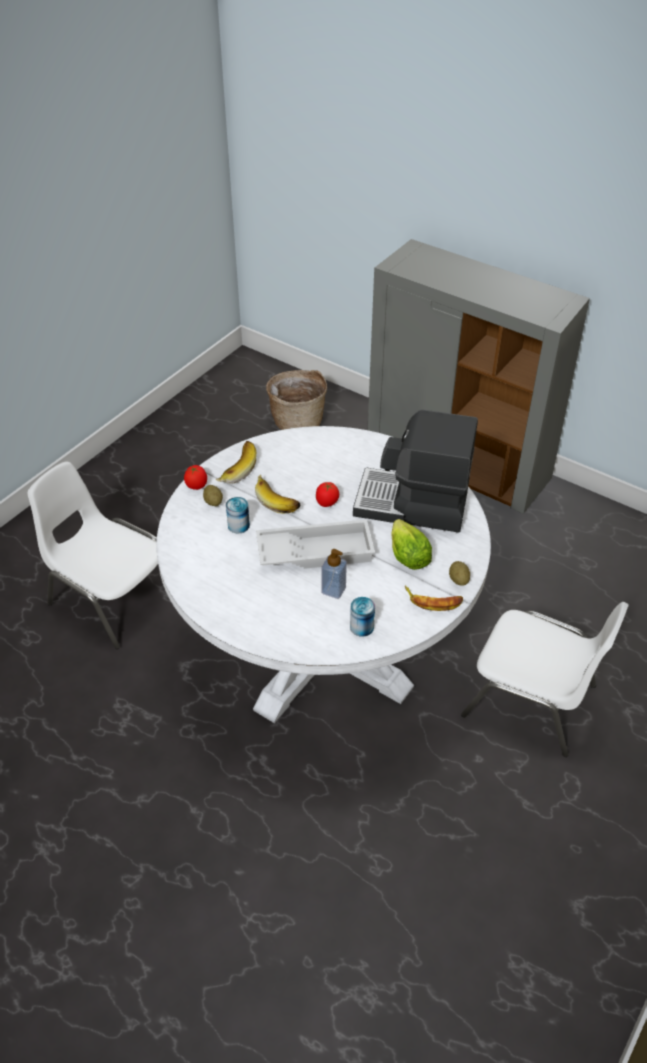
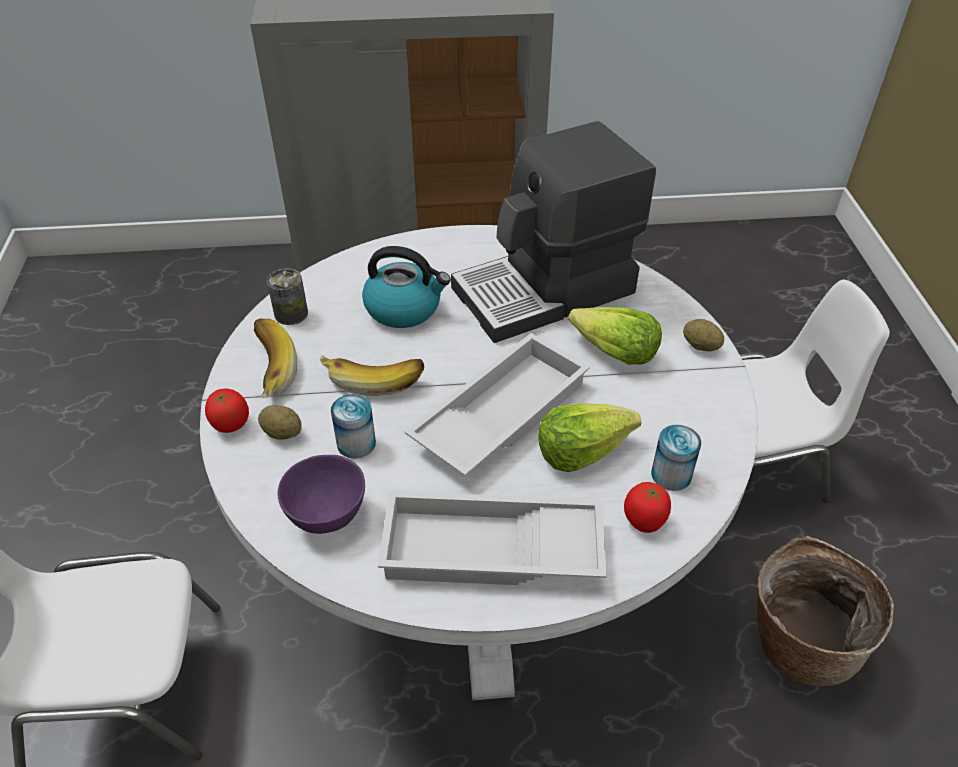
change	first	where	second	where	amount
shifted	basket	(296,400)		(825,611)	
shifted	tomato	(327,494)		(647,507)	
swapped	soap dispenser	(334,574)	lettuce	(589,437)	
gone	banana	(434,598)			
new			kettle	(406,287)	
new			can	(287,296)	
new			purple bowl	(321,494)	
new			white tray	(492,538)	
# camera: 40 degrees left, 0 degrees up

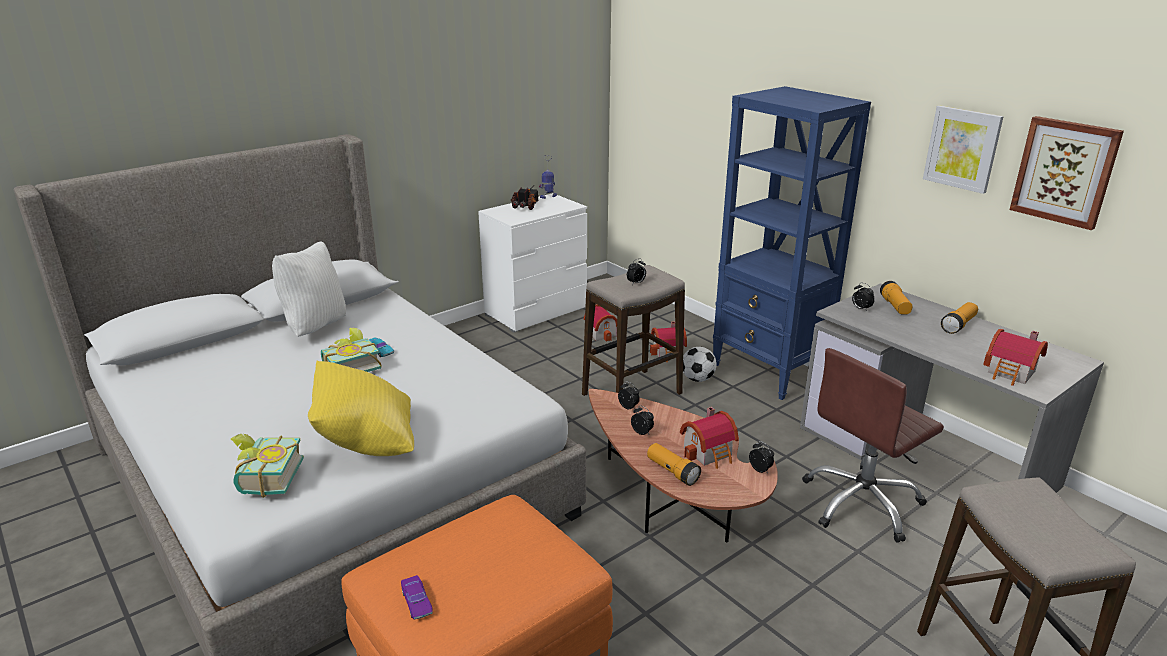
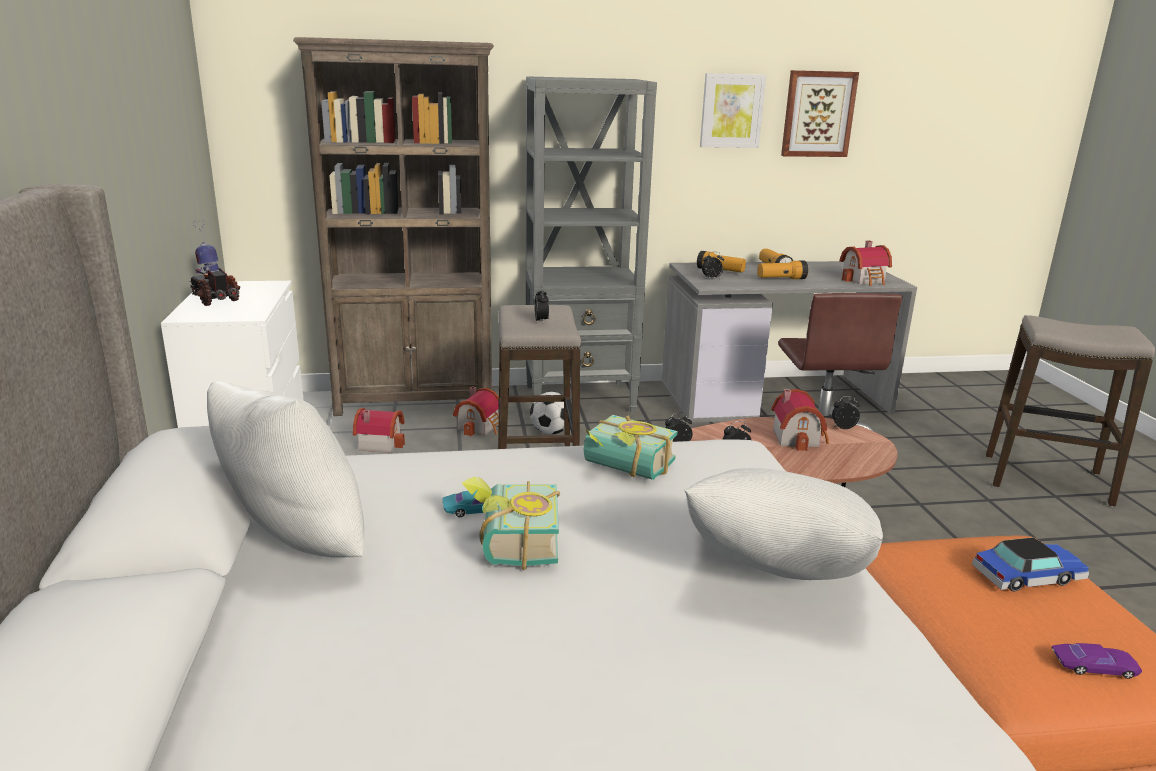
change	first	where	second	where	amount
repainted	blue bookcase	(792,243)	grey bookcase	(591,244)	
repainted	yellow pillow	(361,408)	white pillow	(783,524)	
shifted	book	(267,466)		(630,447)	
shifted	flashlight	(674,464)		(782,270)	
new			brown bookcase	(393,226)	
new			toy car	(1030,564)	
# camera: 60 degrees left, 5 degrees down

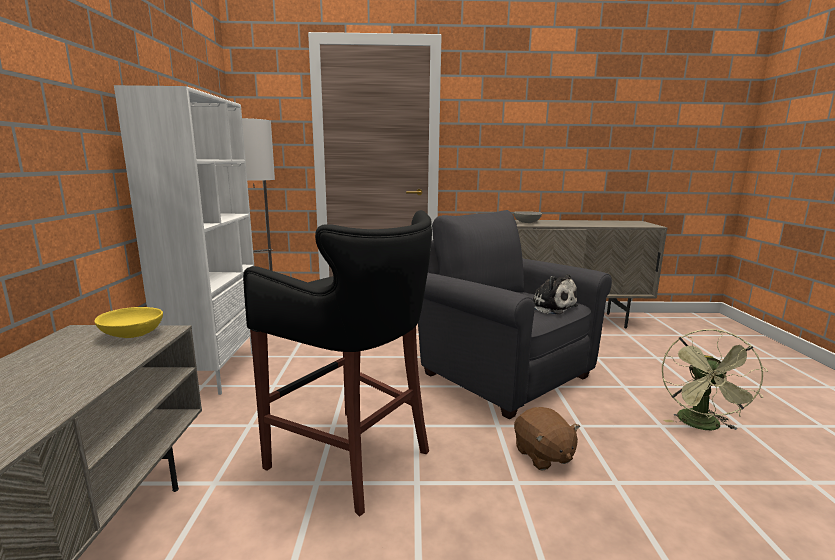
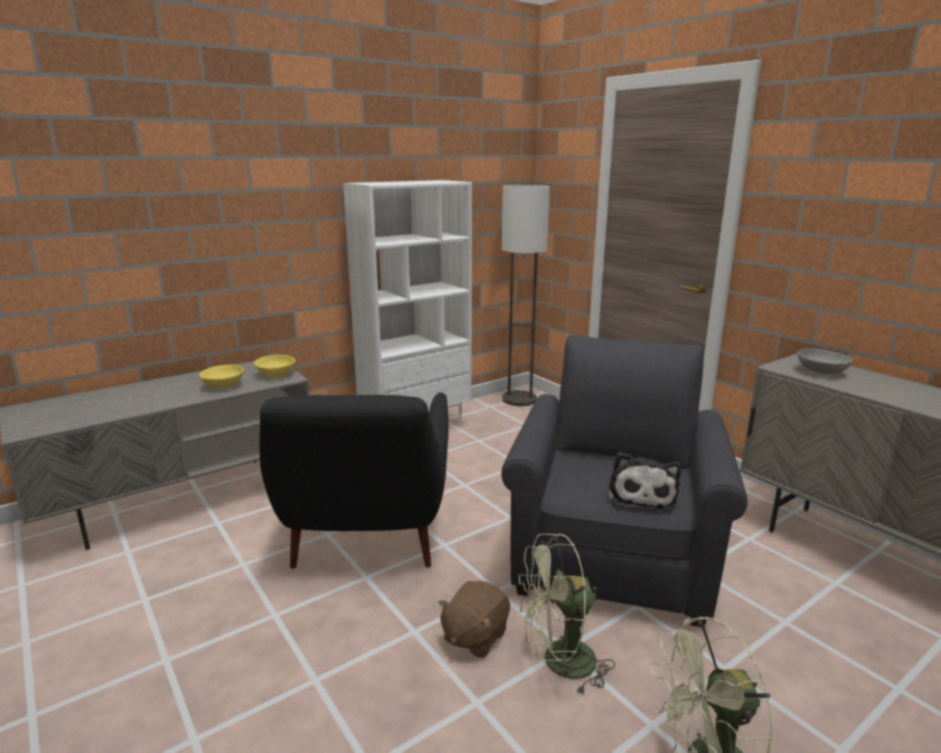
change	first	where	second	where	amount
swapped	black stool	(337,363)	black armchair	(354,480)	
new			yellow bowl	(221,376)	
new			green fan	(567,614)	
# camera: 55 degrees right, 5 degrees up

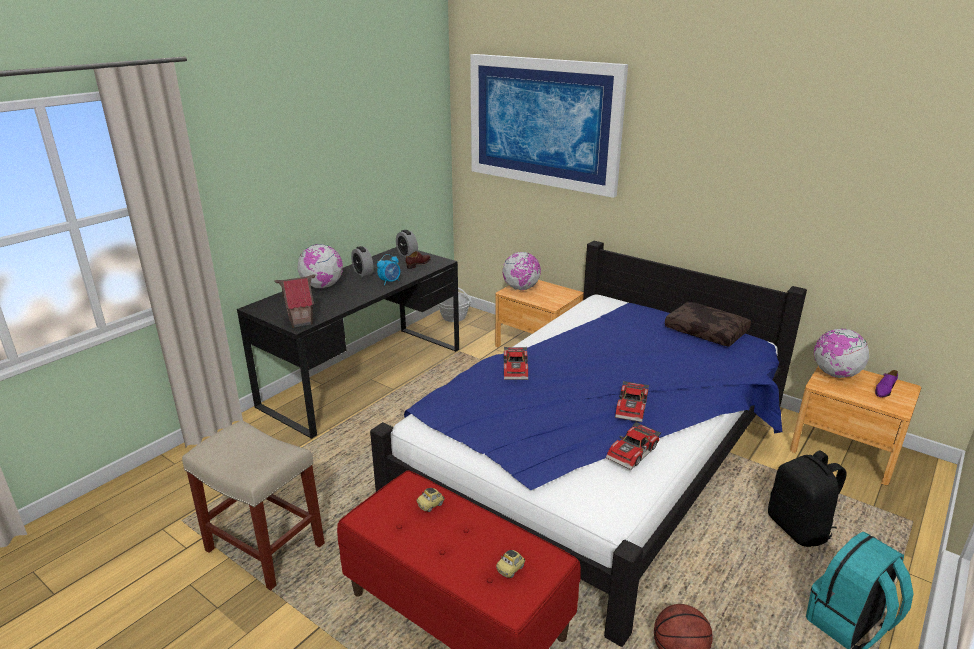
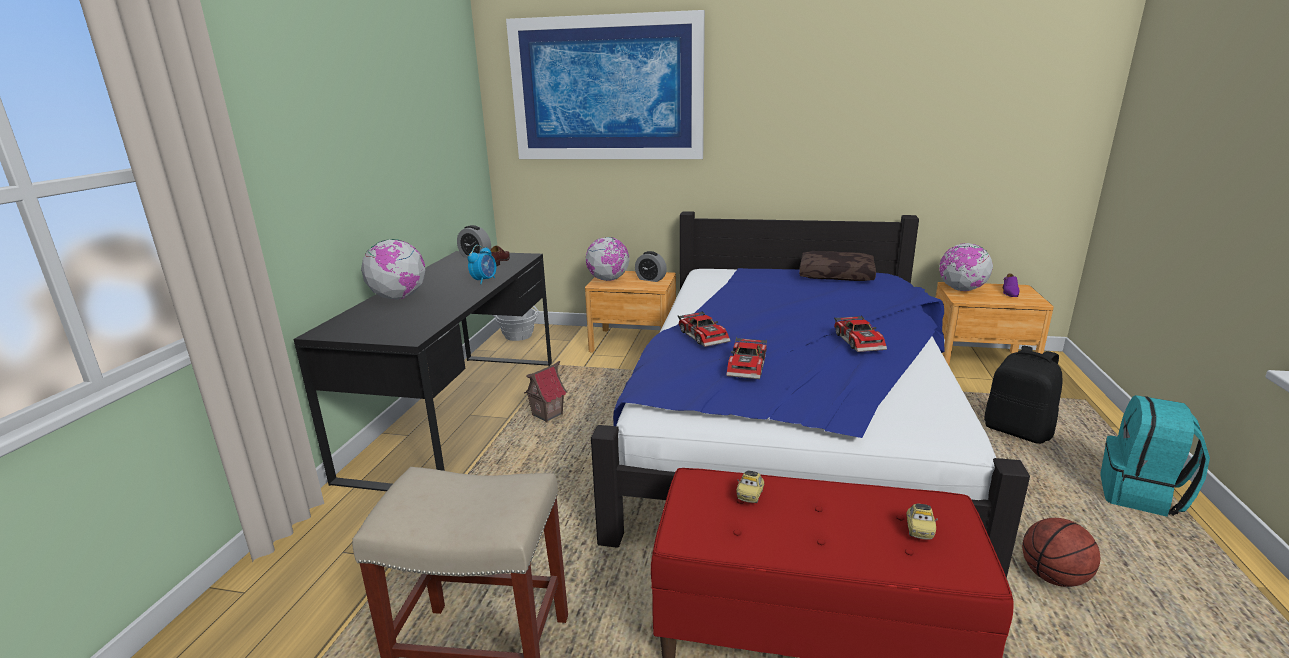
change	first	where	second	where	amount
shifted	alarm clock	(362,261)		(651,266)	
shifted	toy house	(295,301)		(545,391)	
shifted	toy car	(633,446)		(746,358)	
# camera: 25 degrees left, 5 degrees down

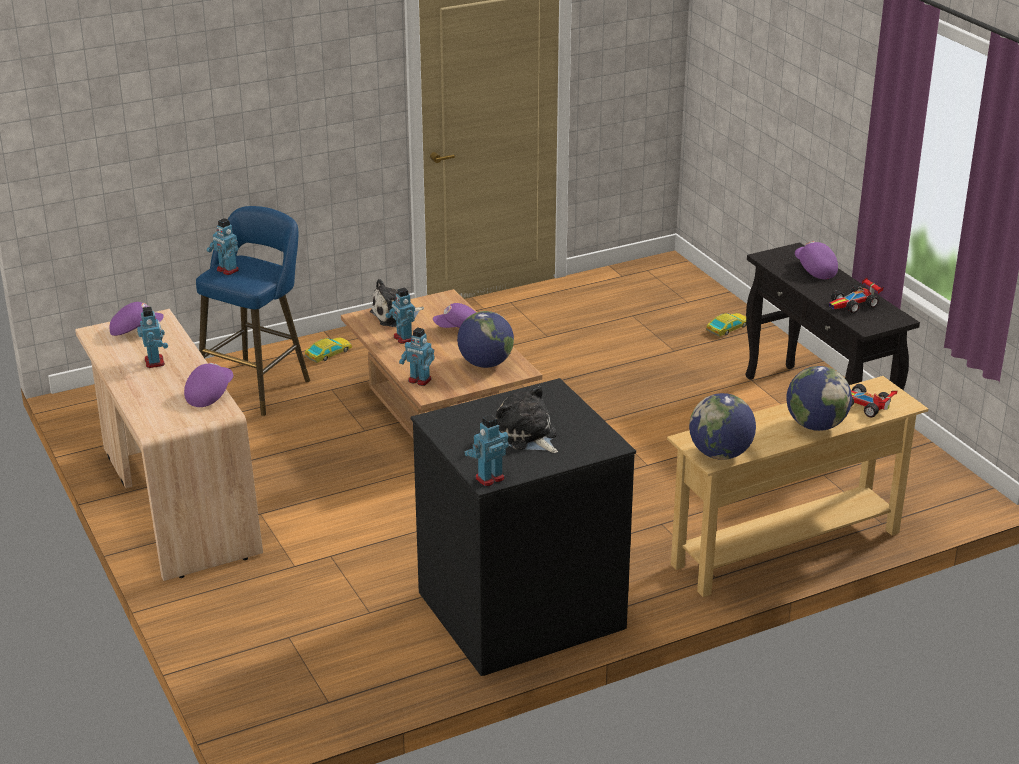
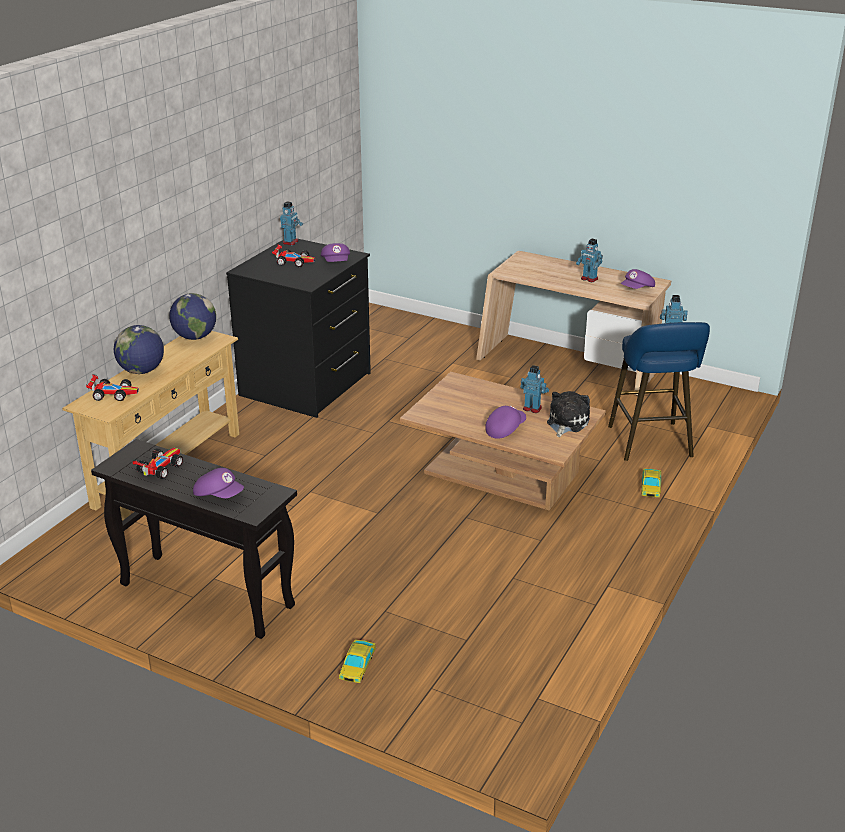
change	first	where	second	where	amount
gone	globe	(485,339)			
gone	toy robot	(417,356)			
shifted	purple cap	(208,384)		(335,252)	
swapped	plush toy	(527,419)	toy car	(293,255)	
# camera: 145 degrees right, 0 degrees up

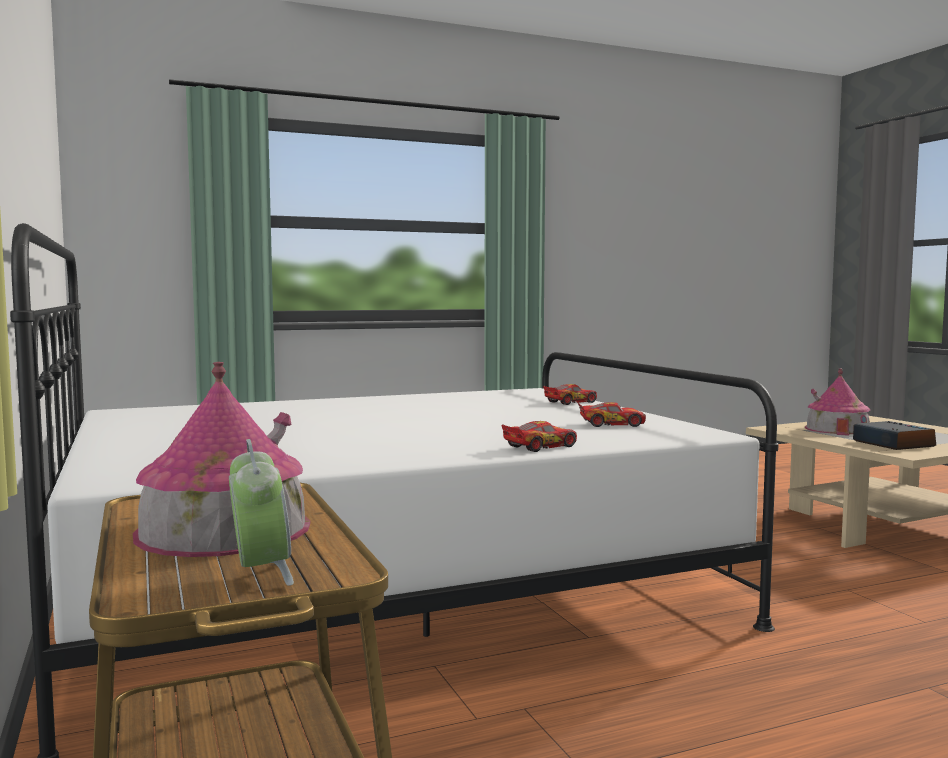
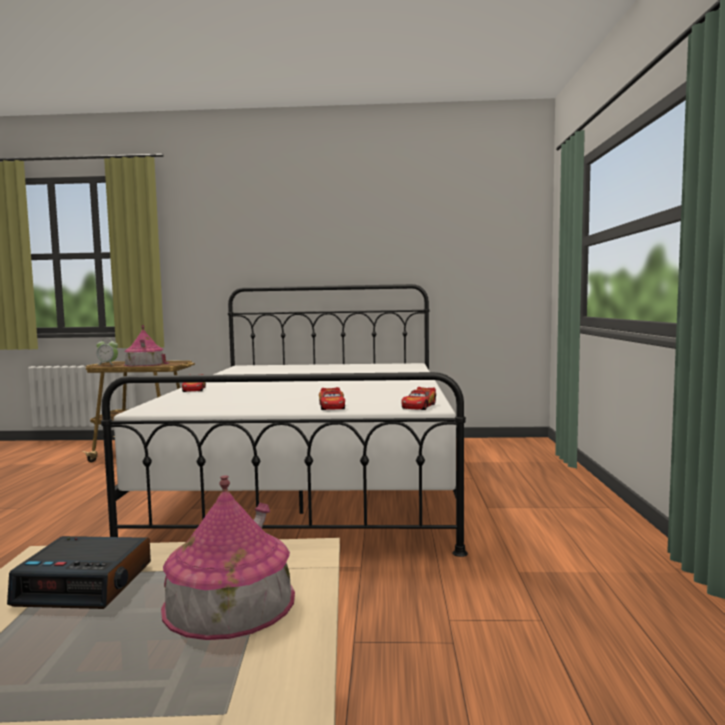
change	first	where	second	where	amount
shifted	toy car	(612,414)		(419,398)	
# camera: 115 degrees right, 0 degrees up

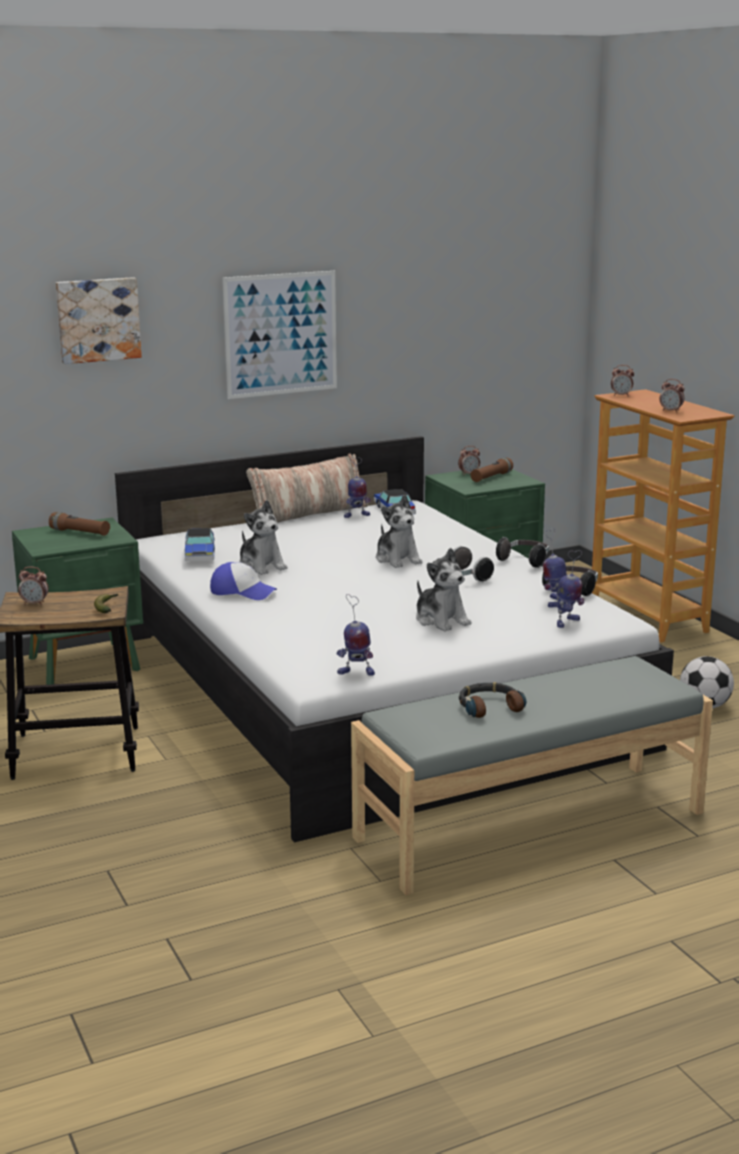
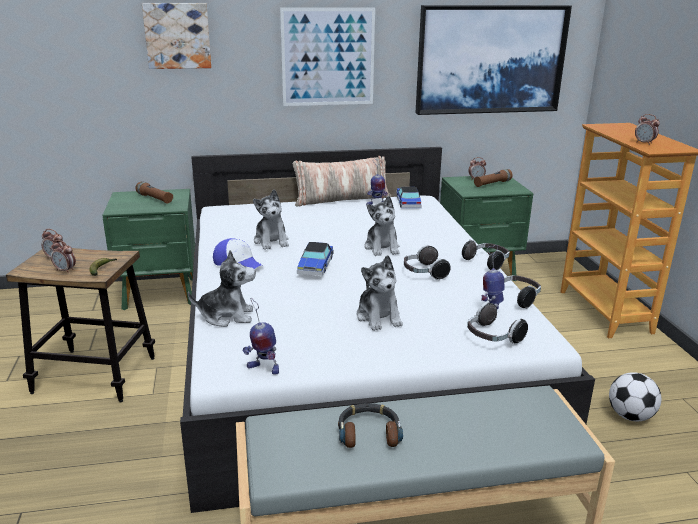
change	first	where	second	where	amount
shifted	alarm clock	(622,380)		(63,256)	
shifted	toy car	(200,544)		(315,259)	
swapped	toy robot	(570,589)	headphones	(497,323)	
new			picture	(493,60)	
new			plush toy	(222,288)	
# camera: 15 degrees right, 5 degrees up

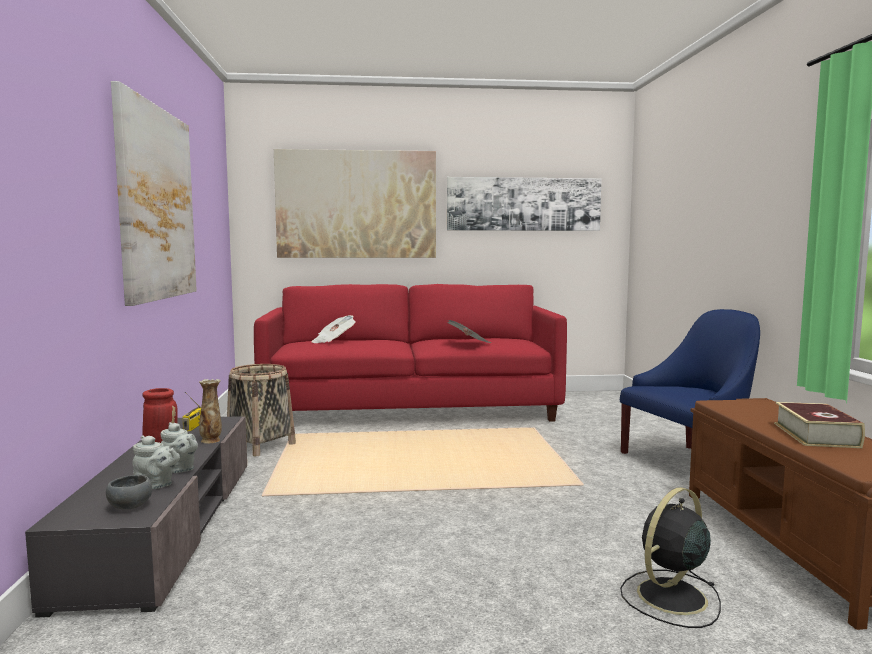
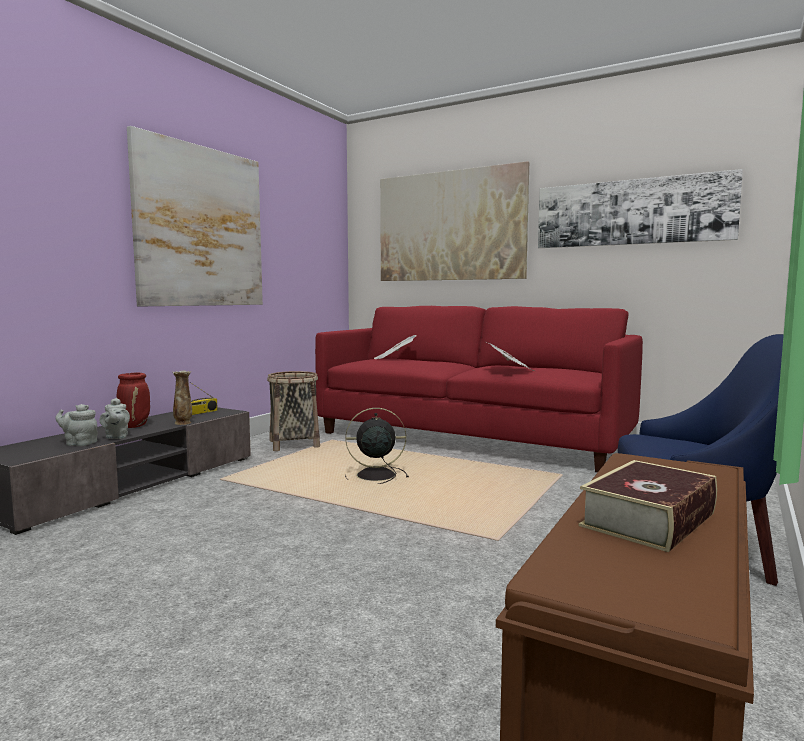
change	first	where	second	where	amount
rotated	grey teapot	(156,462)		(76,425)	135 degrees clockwise
gone	grey bowl	(129,492)			
shifted	black fan	(670,557)		(377,446)	
# camera: 35 degrees right, 0 degrees up

